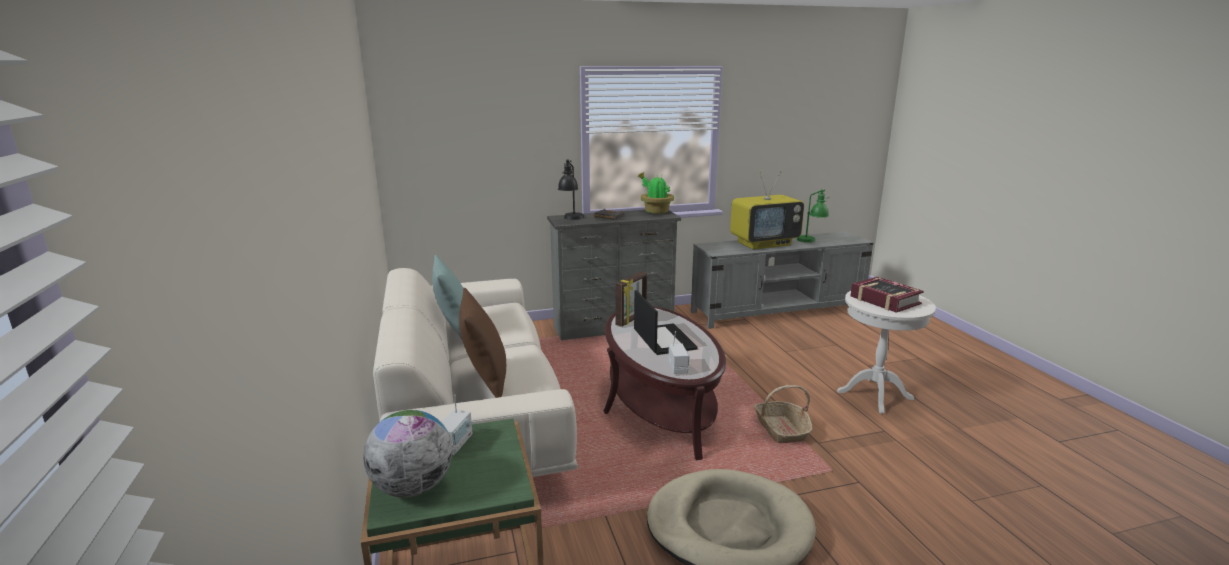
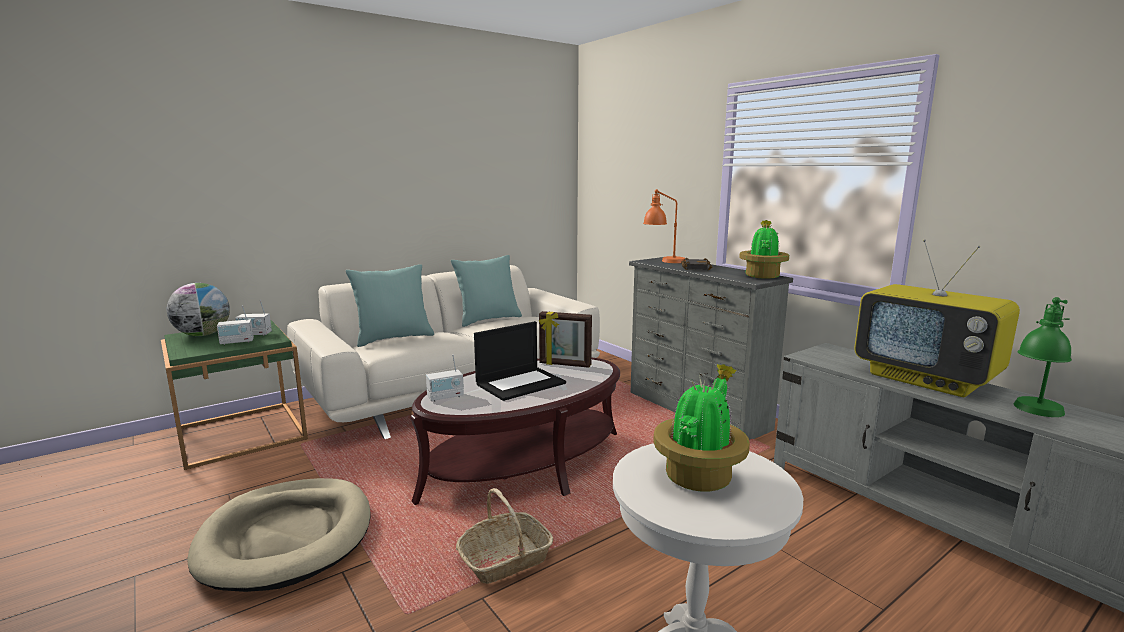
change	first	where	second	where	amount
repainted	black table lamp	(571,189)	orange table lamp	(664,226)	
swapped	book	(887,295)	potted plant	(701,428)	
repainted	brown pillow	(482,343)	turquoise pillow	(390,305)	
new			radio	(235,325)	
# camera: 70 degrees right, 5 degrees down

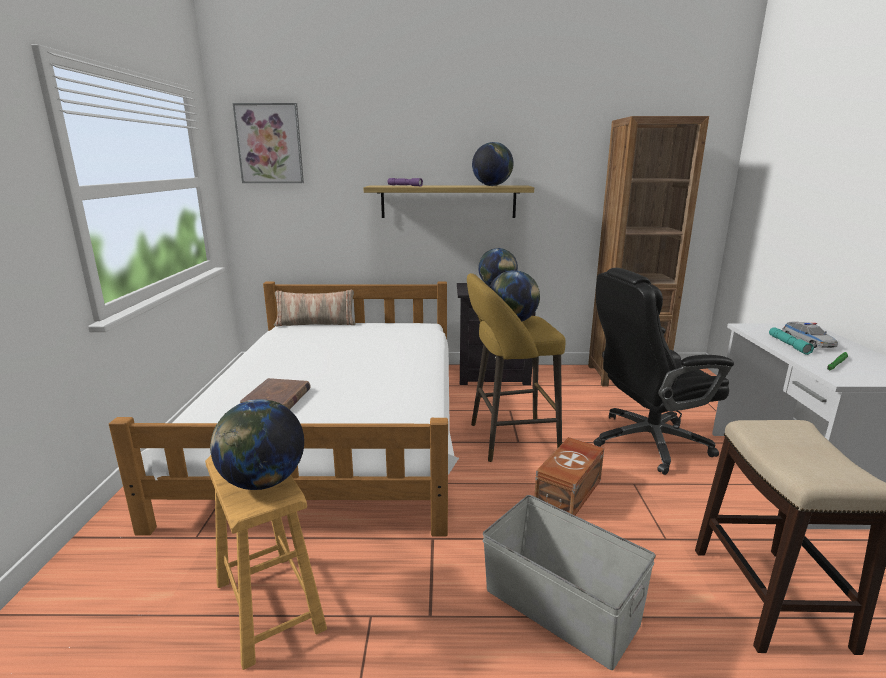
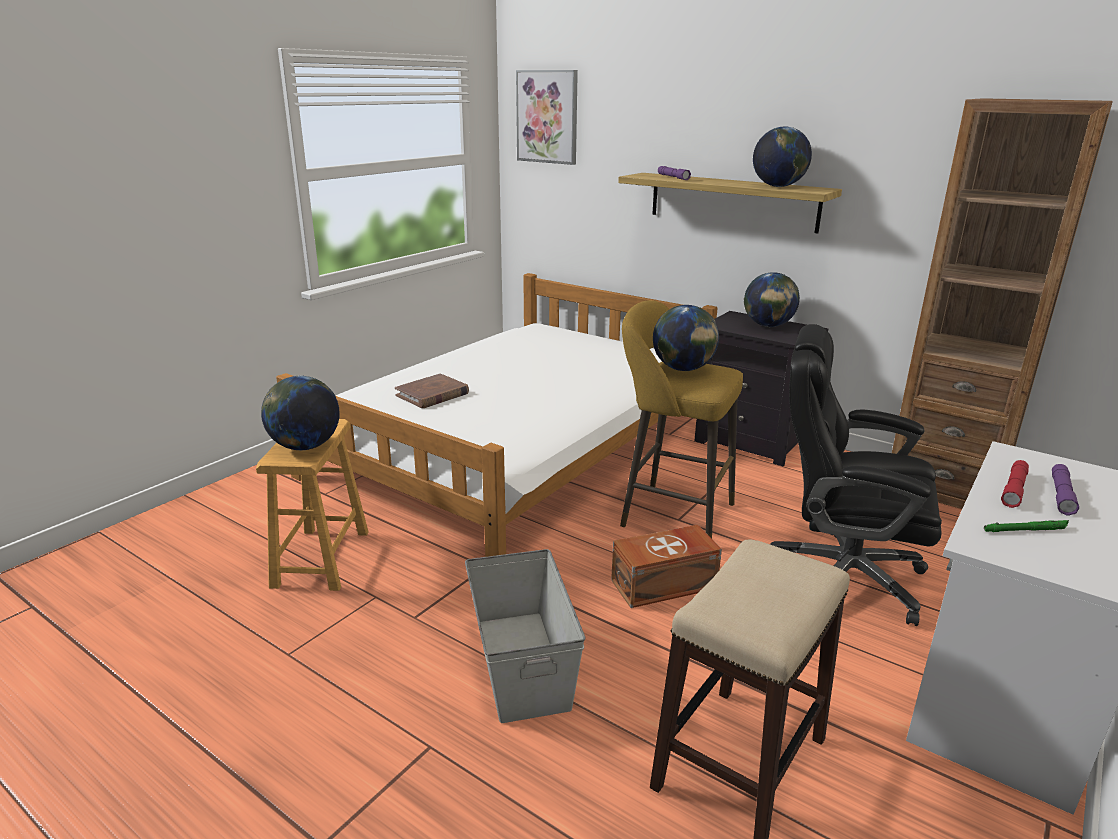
change	first	where	second	where	amount
gone	pillow	(315,308)			
swapped	toy car	(810,335)	purple flashlight	(1065,490)	
repainted	turquoise flashlight	(791,341)	red flashlight	(1015,484)	
# camera: 35 degrees right, 5 degrees up

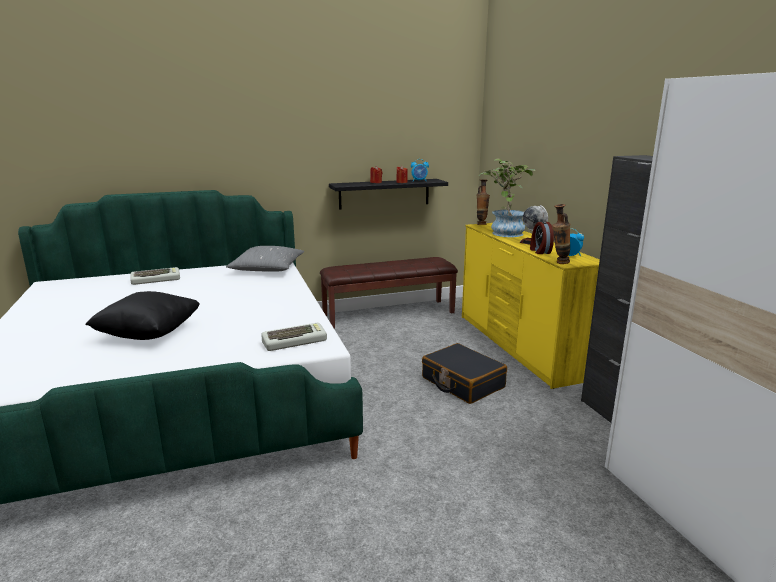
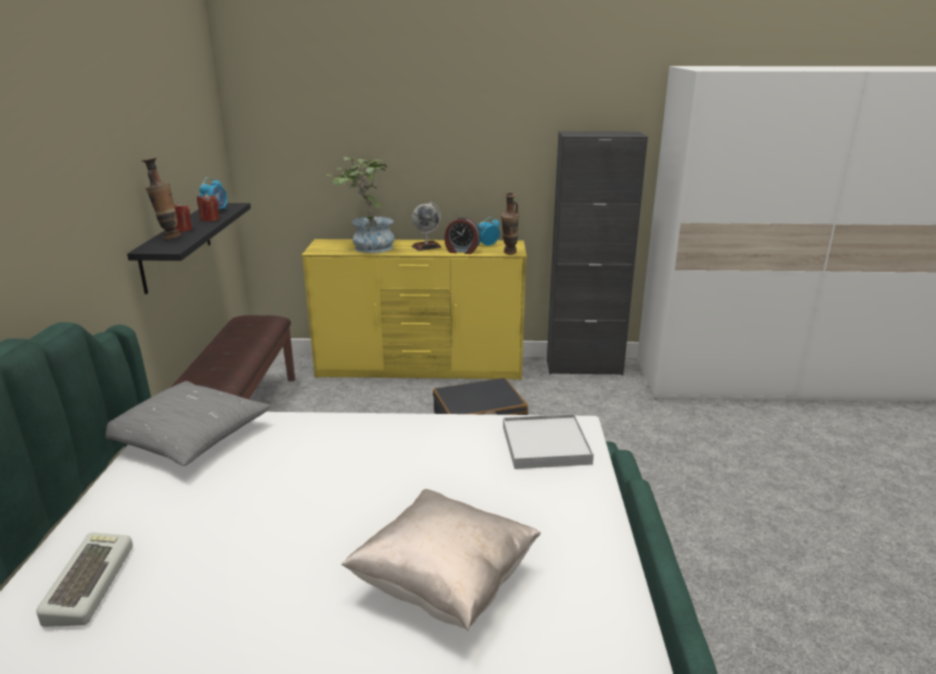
change	first	where	second	where	amount
shifted	vase	(483,202)		(161,198)	
repainted	black pillow	(142,315)	beige pillow	(441,560)	
swapped	keyboard	(294,337)	white tray	(548,441)	
# camera: 70 degrees left, 5 degrees up

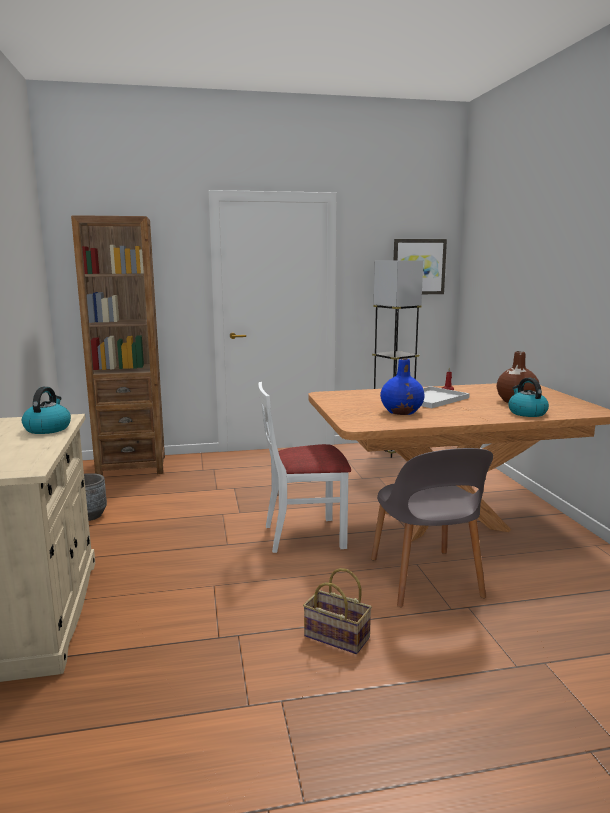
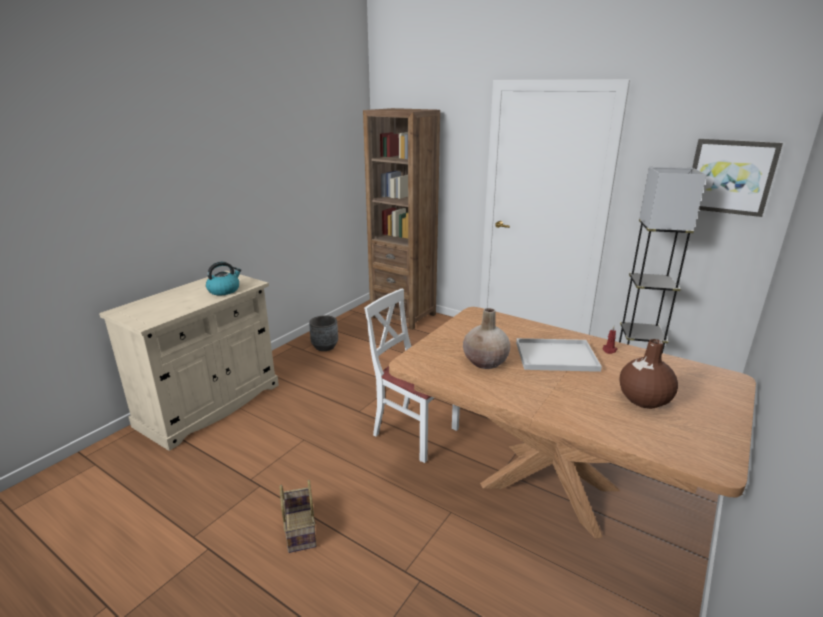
change	first	where	second	where	amount
repainted	blue vase	(402,386)	beige vase	(486,338)	
gone	kettle	(528,397)			
gone	grey chair	(432,527)			
# camera: 45 degrees right, 10 degrees up

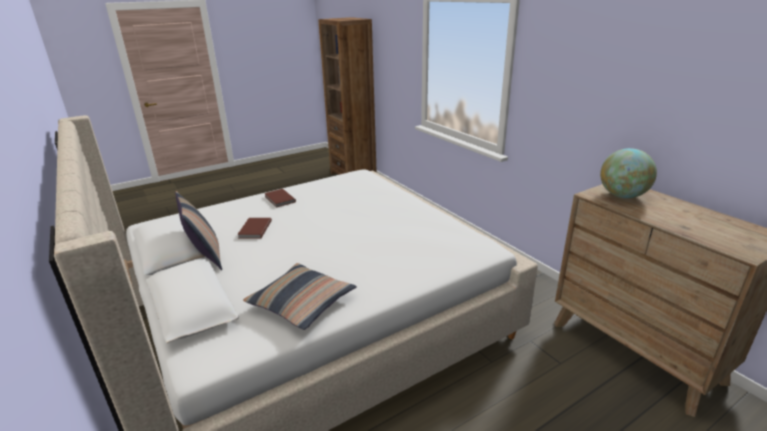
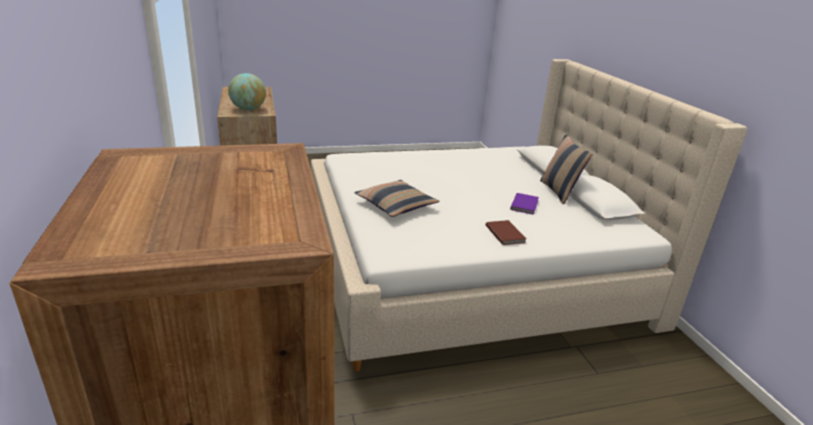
change	first	where	second	where	amount
repainted	brown book	(254,228)	purple book	(524,204)	
shifted	pillow	(300,296)		(397,198)	
# camera: 165 degrees left, 0 degrees up

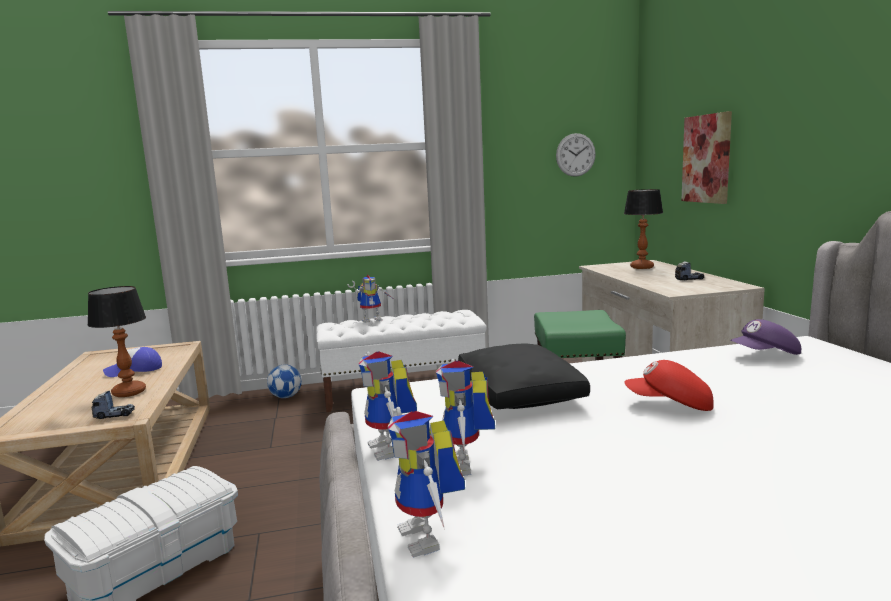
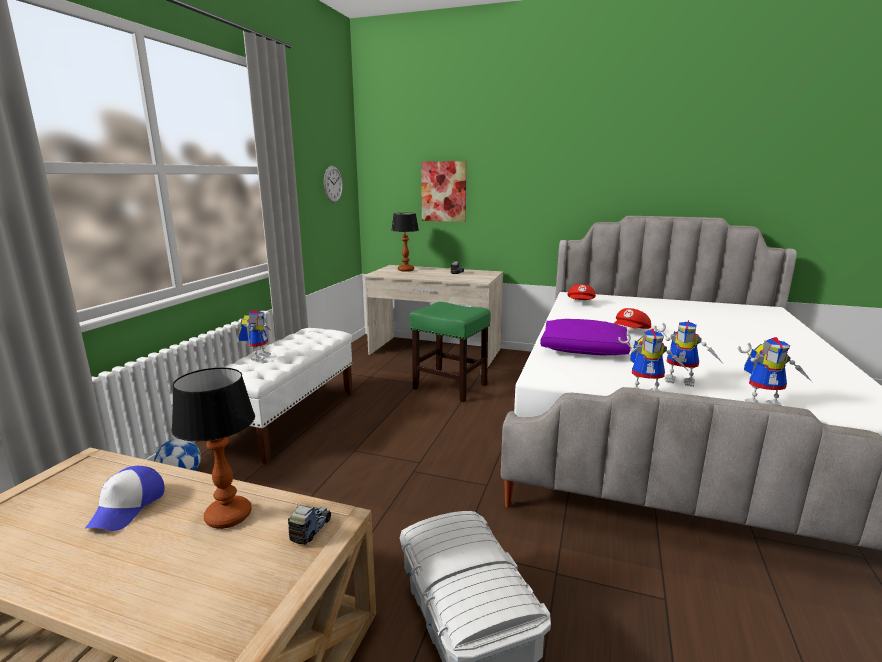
change	first	where	second	where	amount
repainted	purple cap	(765,337)	red cap	(581,292)	
repainted	black pillow	(524,376)	purple pillow	(585,337)	
# camera: 60 degrees left, 5 degrees up

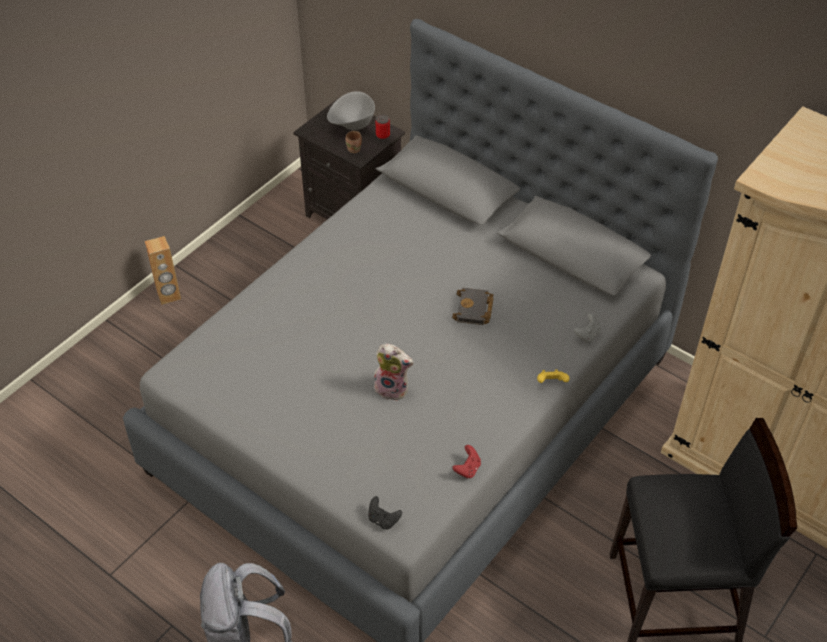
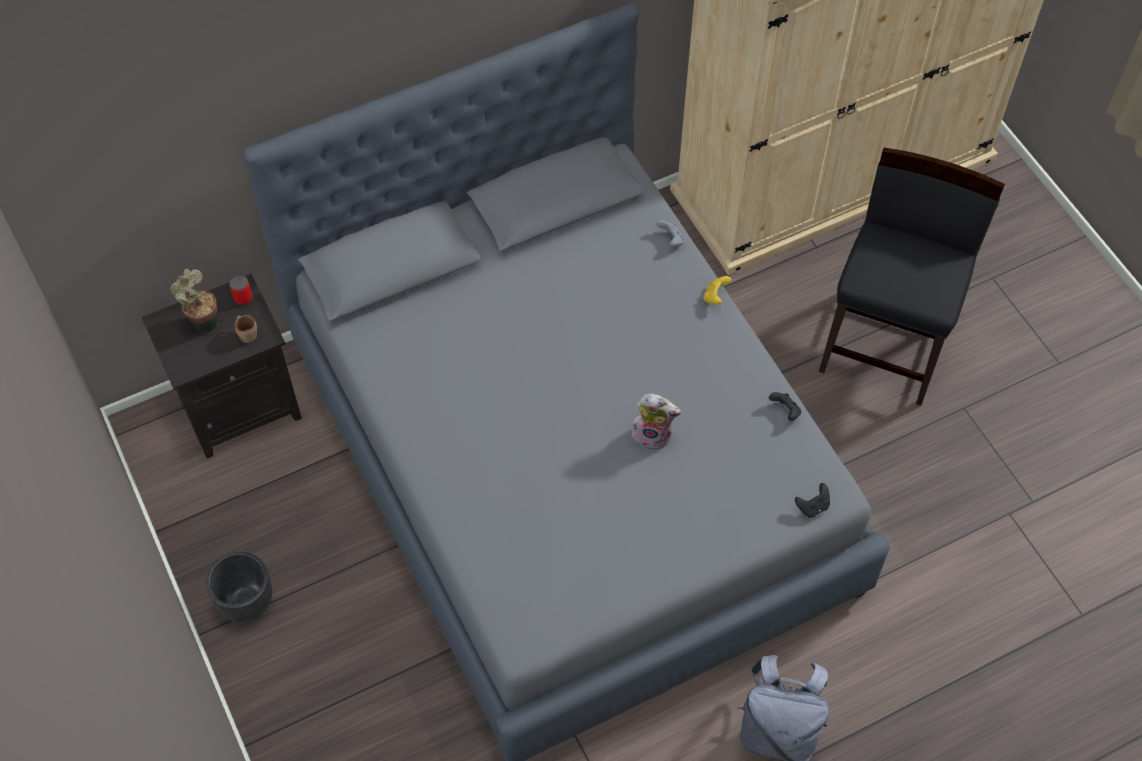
change	first	where	second	where	amount
swapped	grey bowl	(351,110)	potted plant	(194,301)	
gone	brown speaker	(163,270)			
gone	black book	(472,306)			
rotated	plush toy	(394,372)		(656,422)	60 degrees clockwise
repainted	red game controller	(466,462)	black game controller	(785,406)	
new			black planter	(239,586)	
# camera: 65 degrees left, 10 degrees up

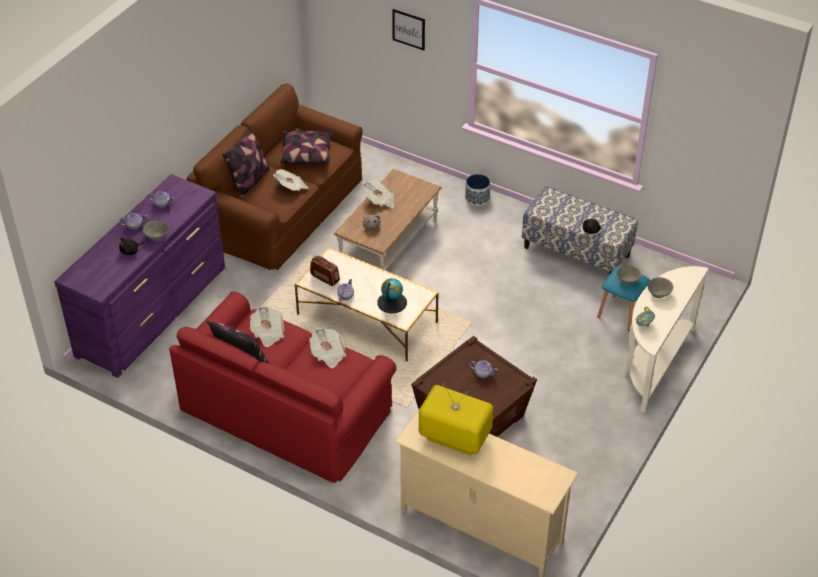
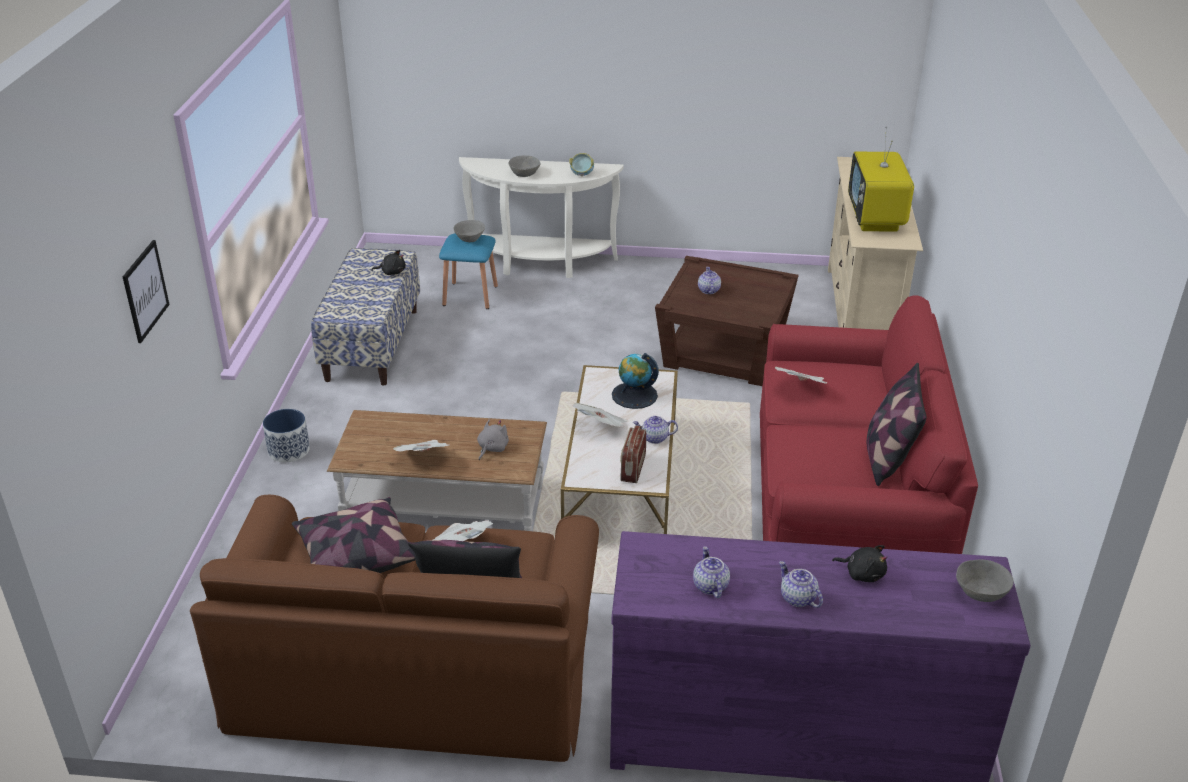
change	first	where	second	where	amount
shifted	grey bowl	(155,230)		(985,580)	
shifted	newspaper	(267,326)		(600,415)	
# camera: 115 degrees left, 10 degrees down

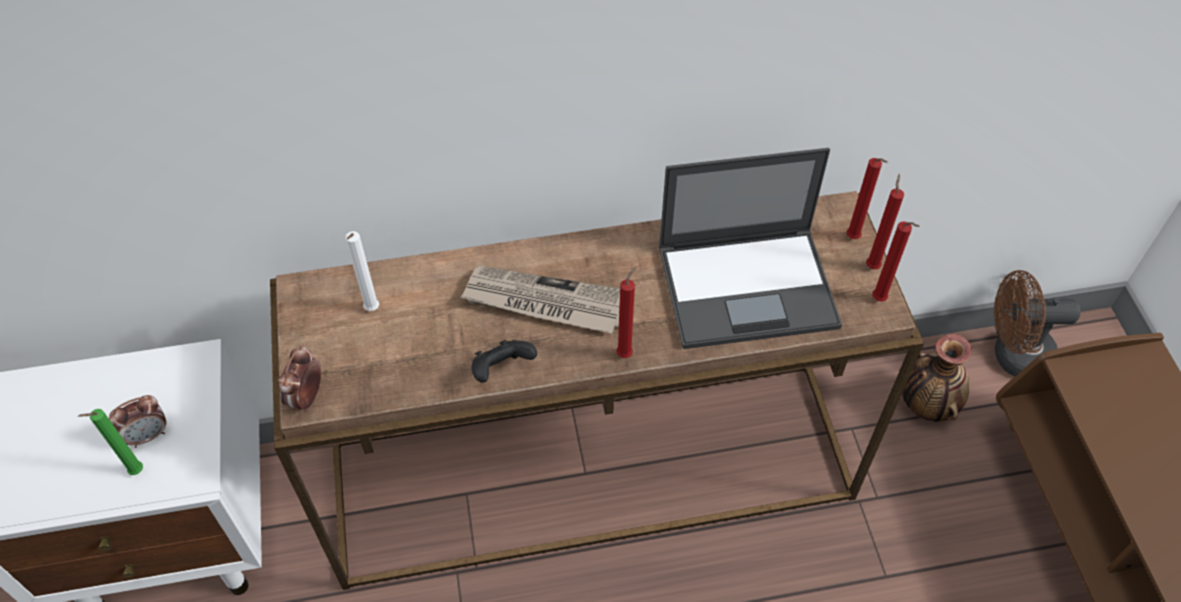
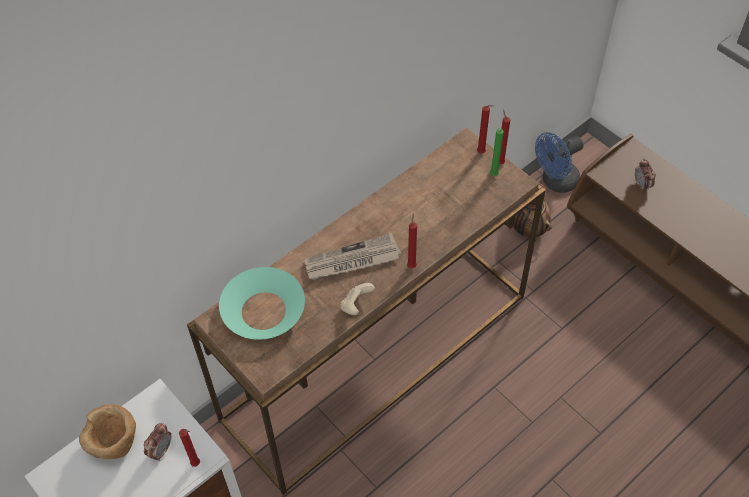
change	first	where	second	where	amount
gone	laptop	(750,248)			
shifted	red candle	(896,261)		(189,448)	
swapped	white candle	(362,271)	turquoise bowl	(262,303)	
repainted	brown fan	(1037,323)	blue fan	(559,162)	
repainted	black game controller	(504,361)	beige game controller	(357,299)	
shifted	alarm clock	(299,378)		(645,175)	
shifted	green candle	(110,442)		(497,152)	
new			brown bowl	(107,431)	
# camera: 30 degrees left, 0 degrees up

